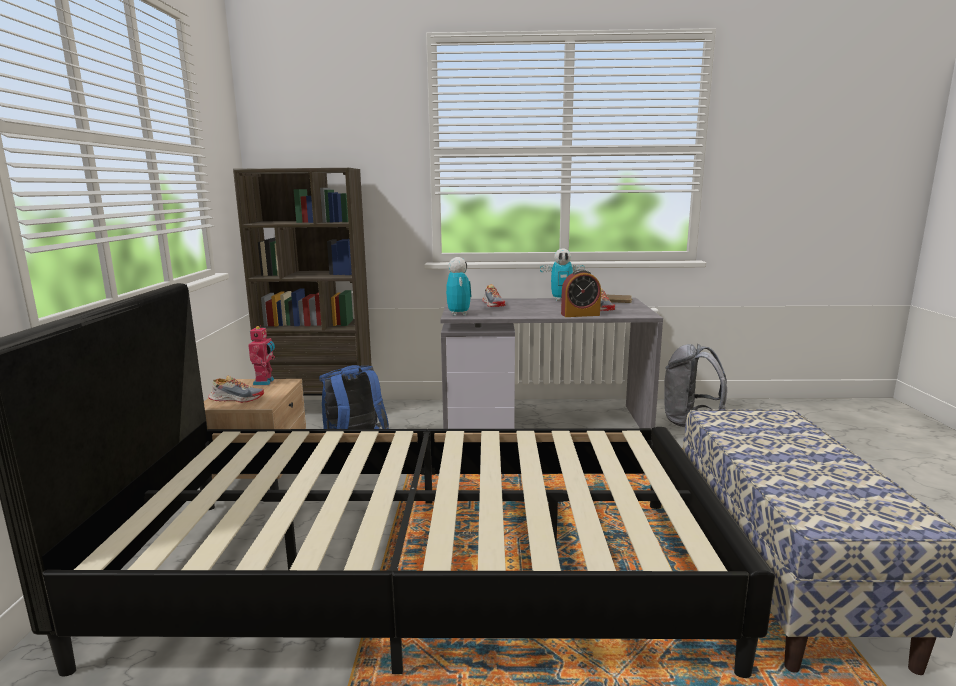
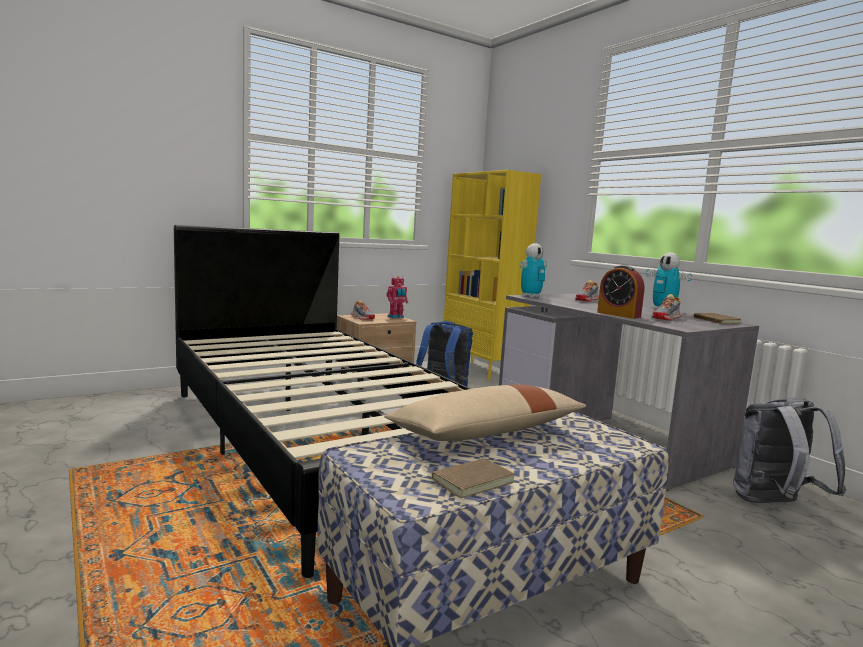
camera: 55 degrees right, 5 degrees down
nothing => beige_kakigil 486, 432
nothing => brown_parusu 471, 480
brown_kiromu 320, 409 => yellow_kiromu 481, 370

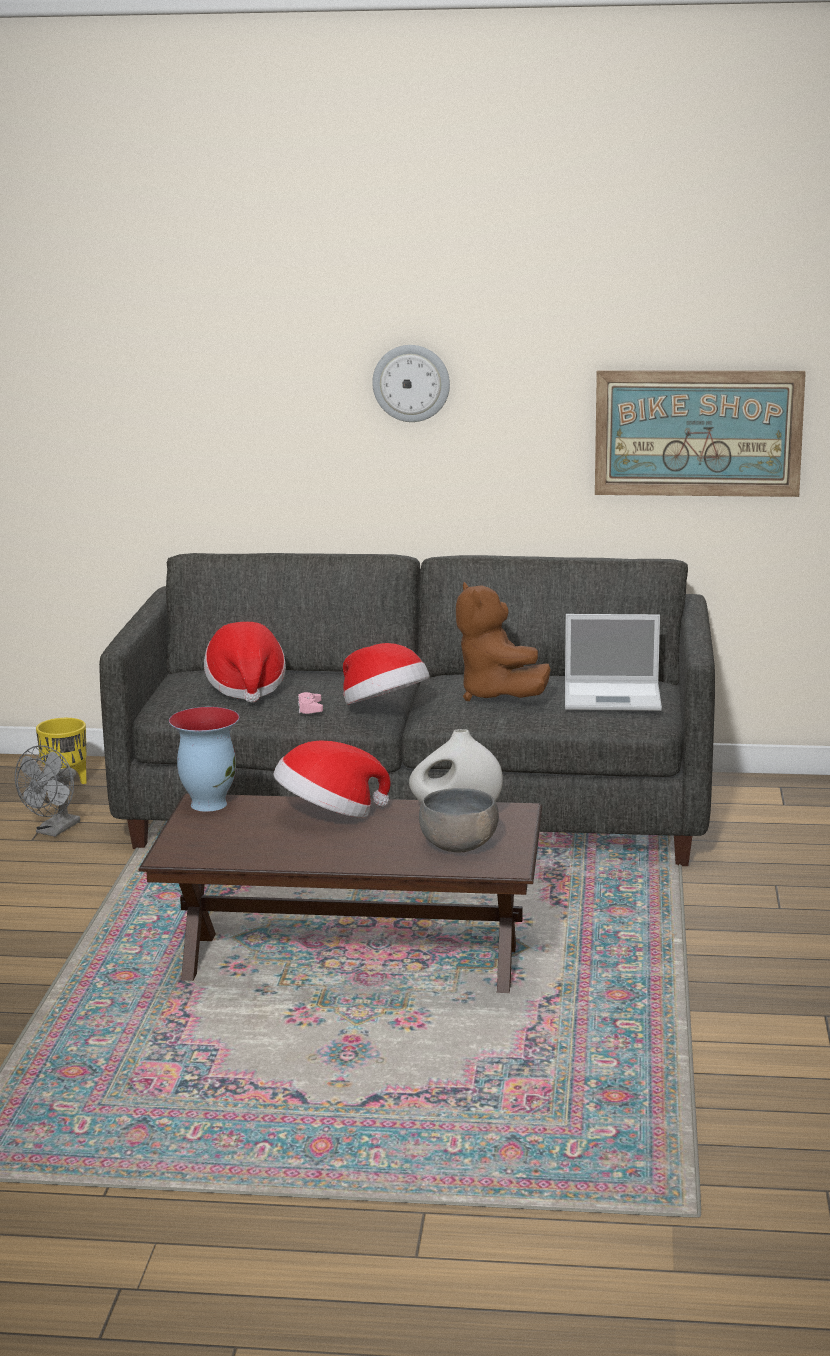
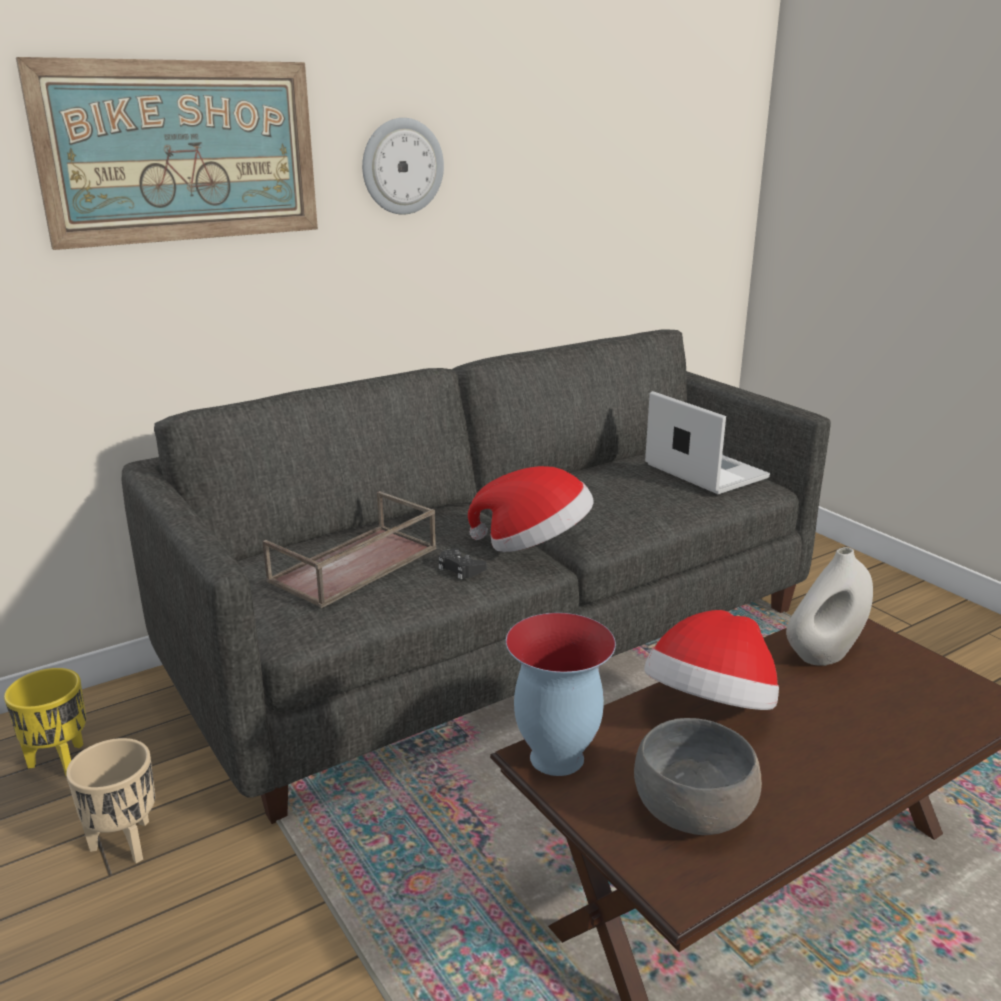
camera: 40 degrees left, 5 degrees up
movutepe 698, 433 => movutepe 181, 152, relocated
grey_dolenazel 54, 830 => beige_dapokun 126, 842
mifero 246, 688 => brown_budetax 354, 566
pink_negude 310, 708 => black_negude 460, 568
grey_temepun 458, 846 => grey_temepun 693, 812, relocated
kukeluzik 614, 697 => kukeluzik 703, 471, 90 degrees counterclockwise
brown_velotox 497, 695 => nothing

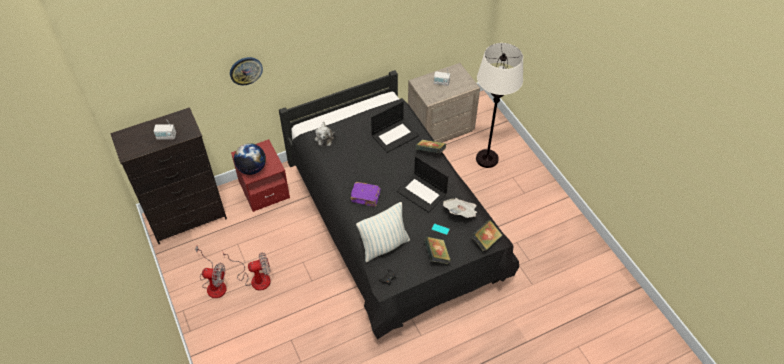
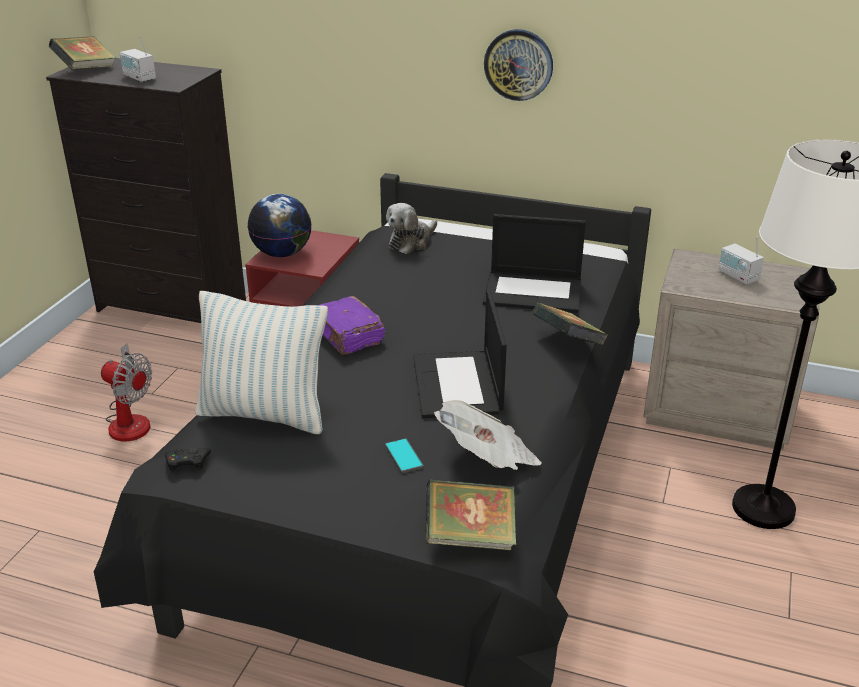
camera: 45 degrees right, 20 degrees down
parusu 436, 255 => parusu 86, 70, relocated
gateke 245, 70 => gateke 518, 64, relocated
dolenazel 214, 284 => nothing

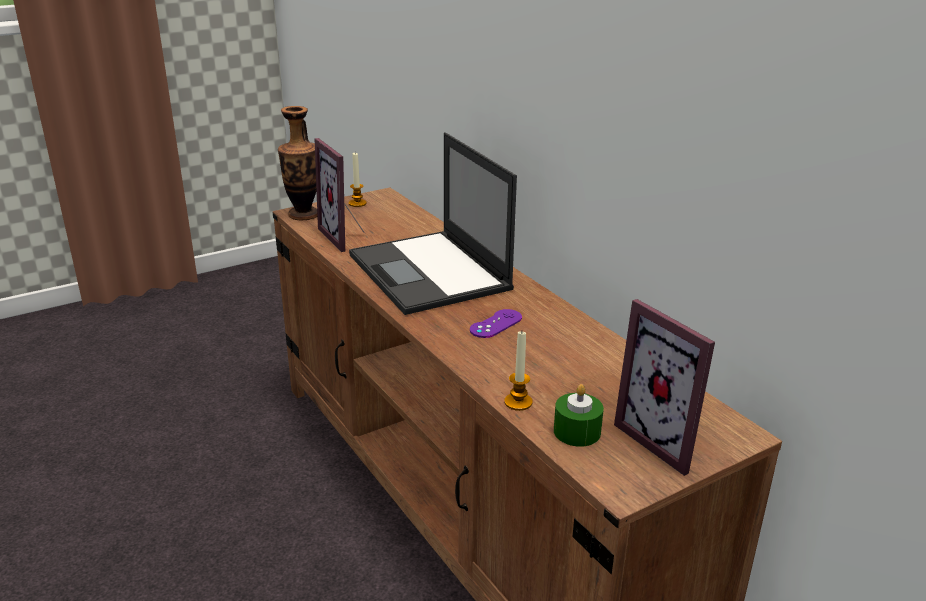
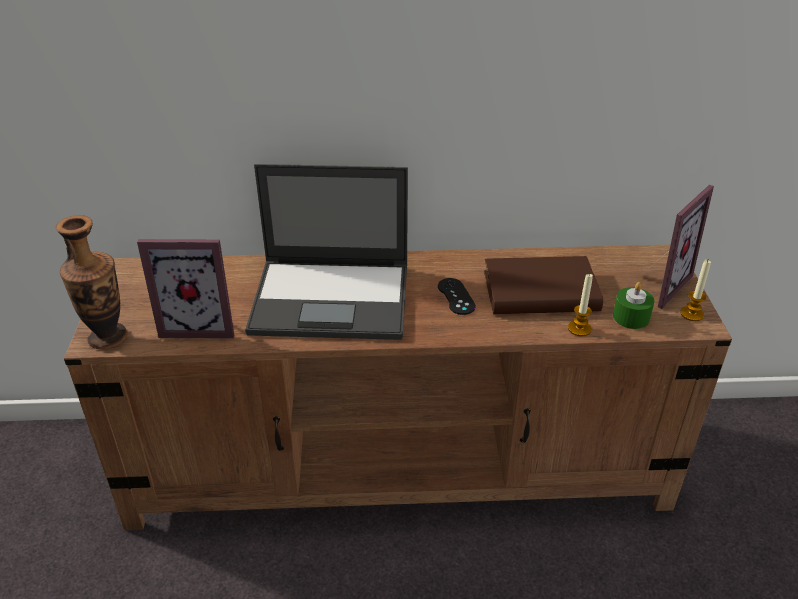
camera: 60 degrees left, 10 degrees up
purple_negude 496, 324 => black_negude 456, 296
nothing => brown_parusu 540, 292
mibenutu 667, 440 => mibenutu 658, 284, 45 degrees counterclockwise
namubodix 357, 203 => namubodix 692, 314, relocated

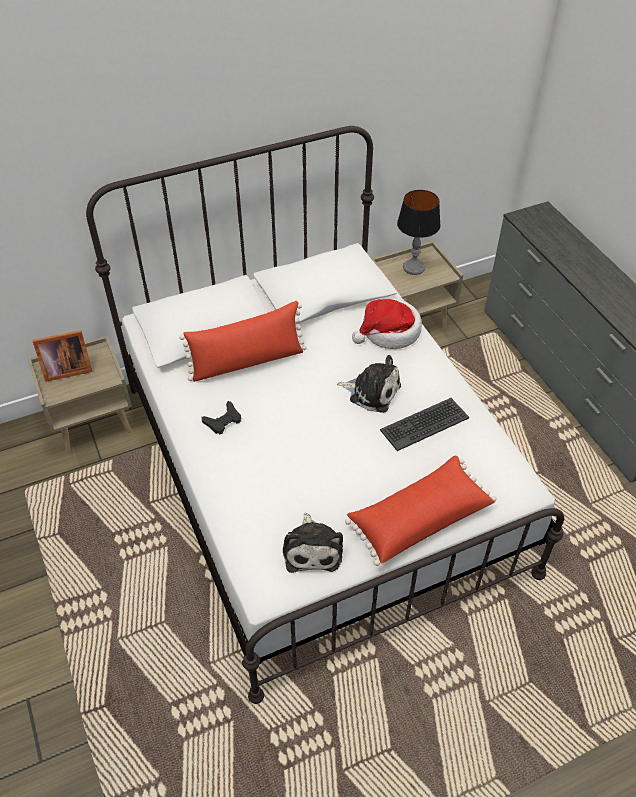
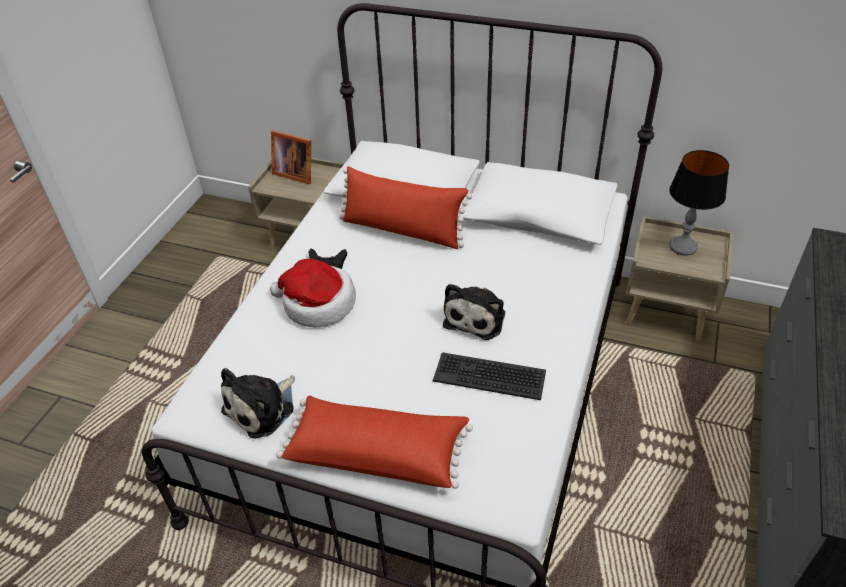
camera: 45 degrees right, 5 degrees down
mifero 389, 332 => mifero 317, 304, relocated
velotox 372, 391 => velotox 476, 317, 45 degrees clockwise

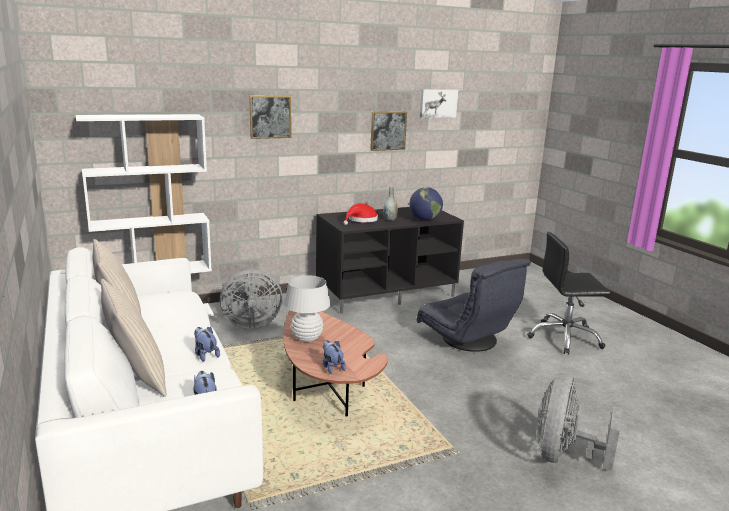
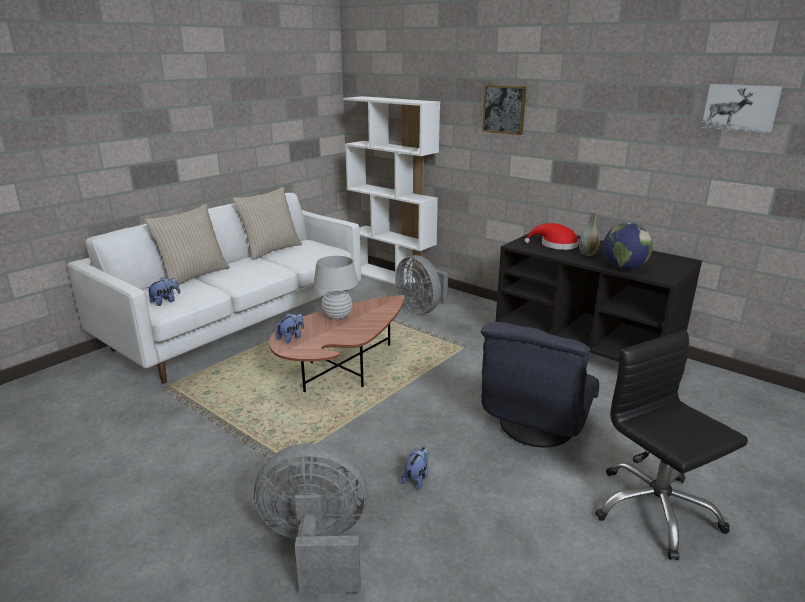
camera: 65 degrees right, 5 degrees up
velotox 205, 355 => velotox 417, 478, relocated
movutepe 388, 130 => nothing

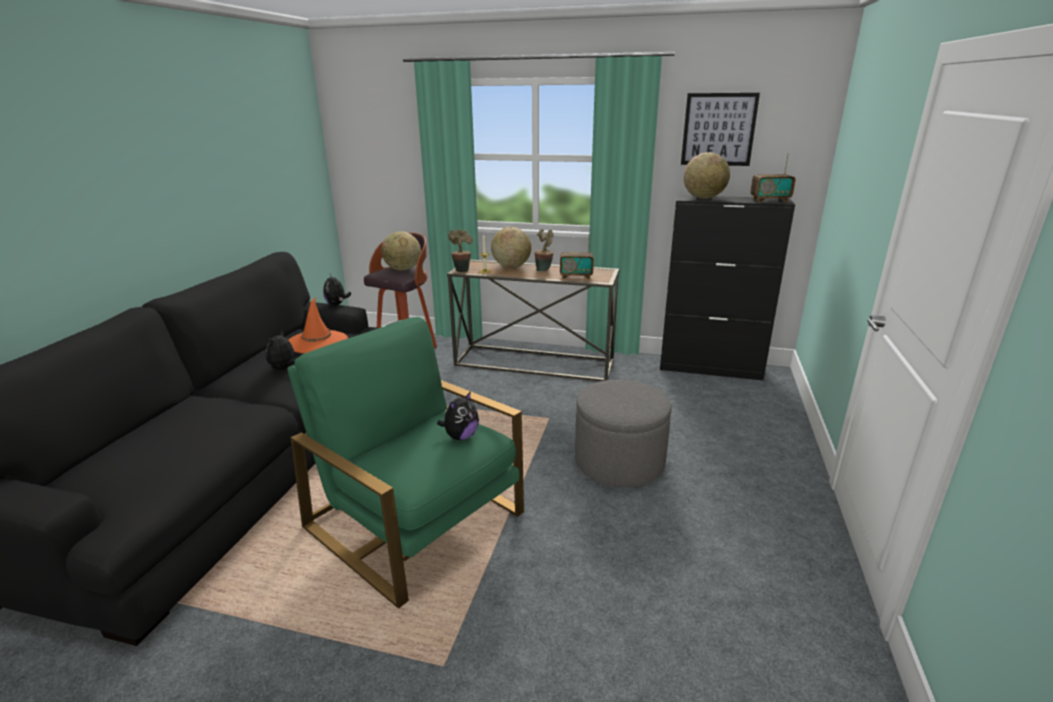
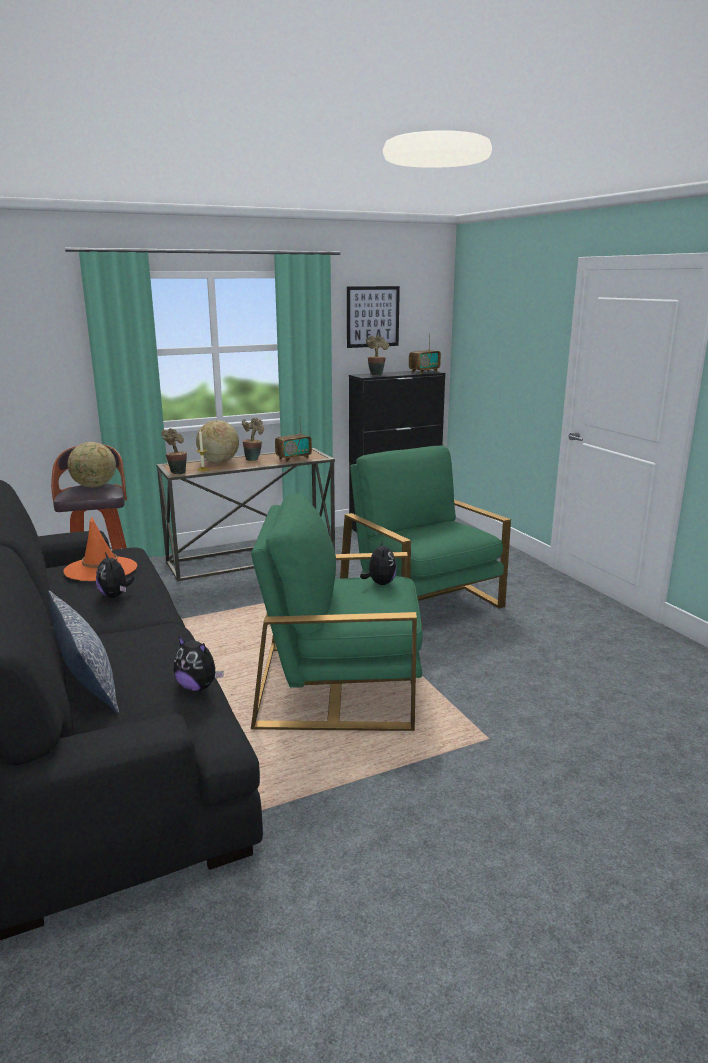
camera: 40 degrees left, 5 degrees down
nothing => kakigil 86, 678
velotox 337, 305 => velotox 198, 687, relocated
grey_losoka 619, 462 => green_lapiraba 422, 598
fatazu 704, 198 => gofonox 376, 374

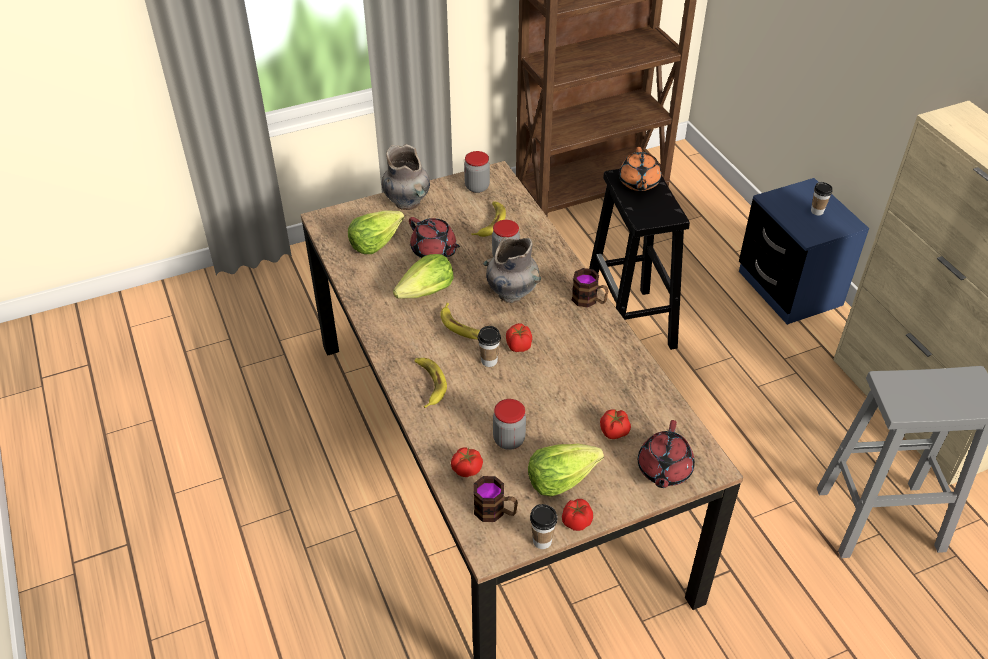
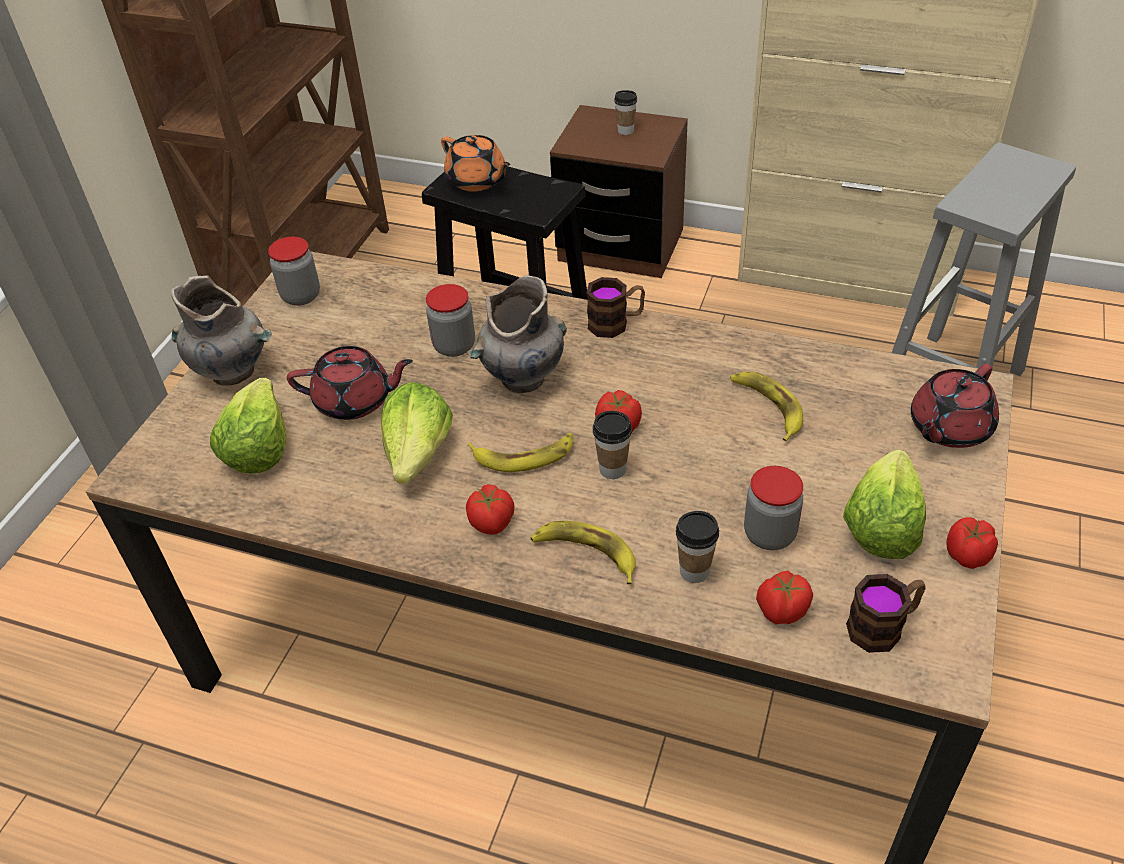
camera: 45 degrees left, 0 degrees up
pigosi 614, 432 => pigosi 492, 522, relocated
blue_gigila 789, 288 => brown_gigila 620, 246
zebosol 542, 541 => zebosol 694, 571, relocated
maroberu 490, 222 => maroberu 767, 407, relocated
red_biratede 663, 470 => red_biratede 948, 428, 75 degrees clockwise

